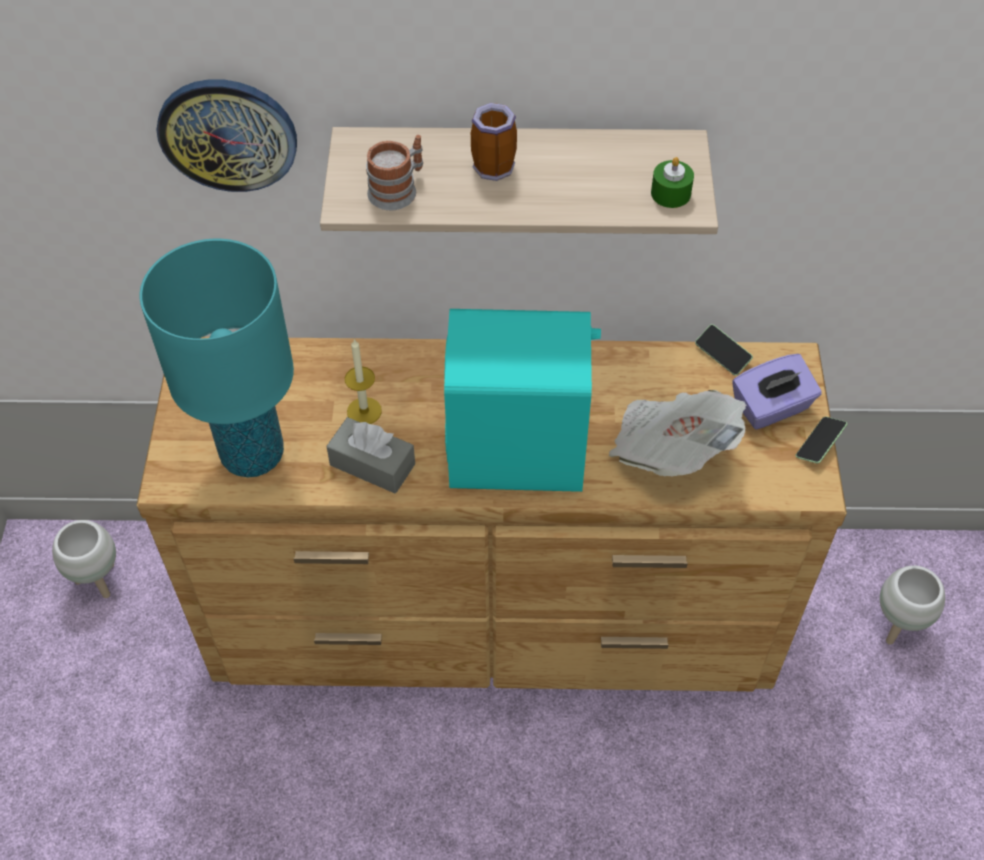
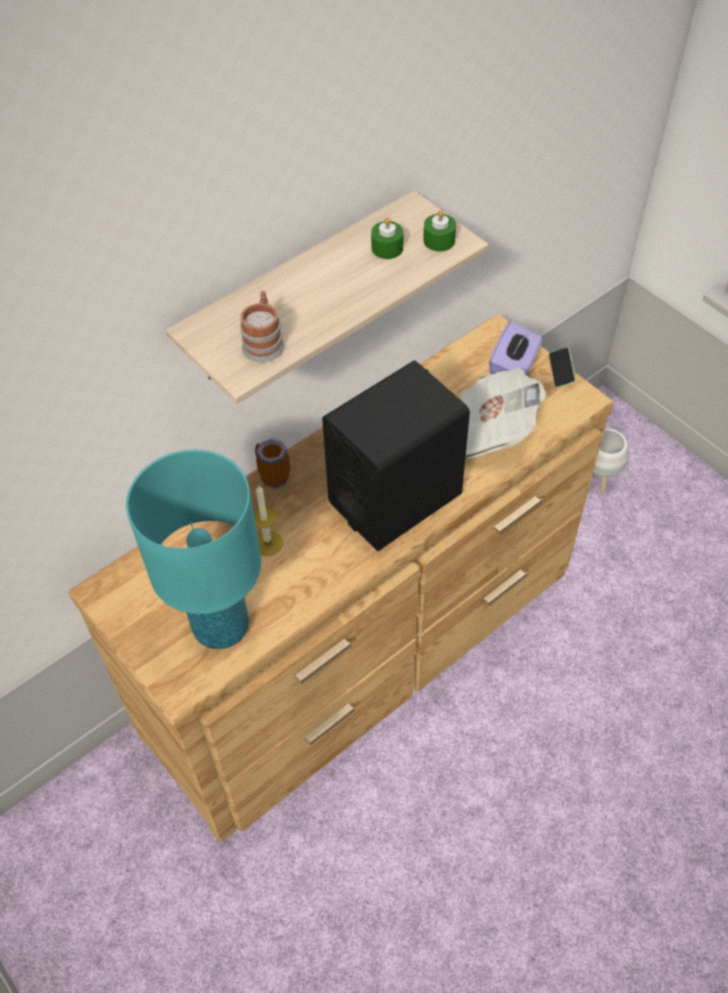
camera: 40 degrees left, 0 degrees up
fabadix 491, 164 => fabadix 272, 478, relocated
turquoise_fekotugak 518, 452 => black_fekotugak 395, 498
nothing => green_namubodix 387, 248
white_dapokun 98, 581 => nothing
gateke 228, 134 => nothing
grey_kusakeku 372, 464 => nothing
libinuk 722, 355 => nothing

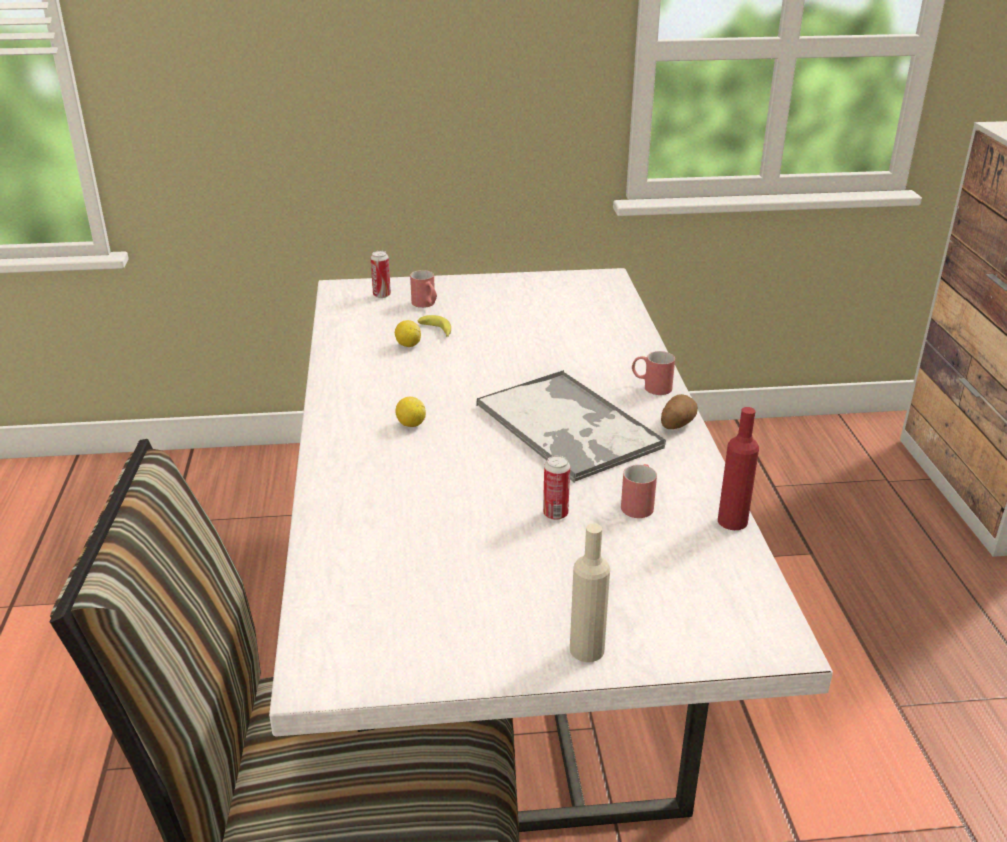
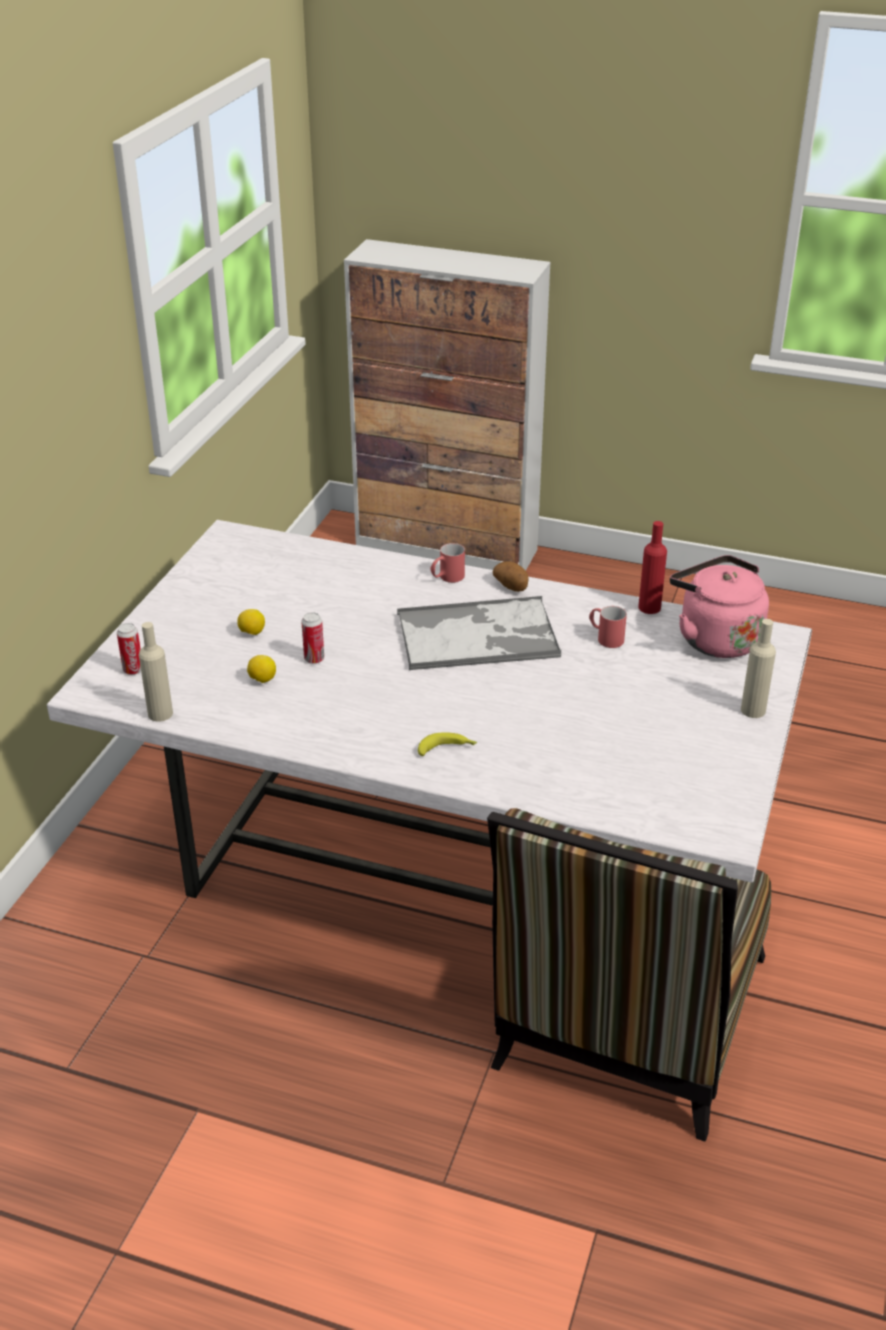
camera: 65 degrees left, 5 degrees up
nothing => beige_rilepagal 160, 713
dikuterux 411, 424 => dikuterux 252, 633, relocated
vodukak 555, 514 => vodukak 314, 659, relocated
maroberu 438, 331 => maroberu 447, 749, relocated
nothing => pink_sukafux 715, 638
red_fabadix 426, 305 => nothing

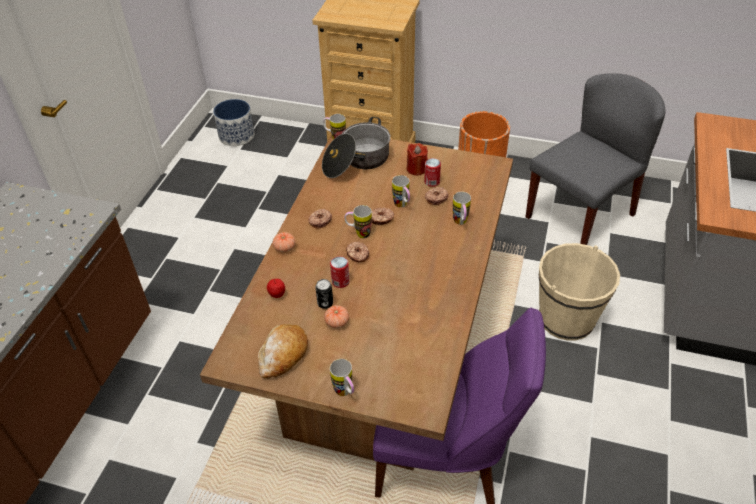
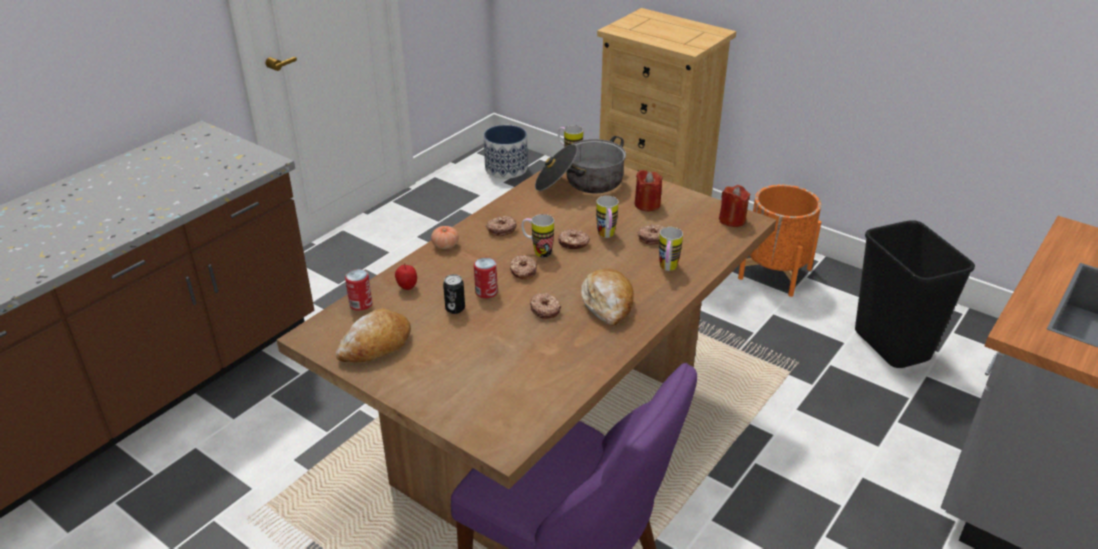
camera: 20 degrees right, 10 degrees down
vodukak 432, 182 => vodukak 360, 304, relocated
nothing => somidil 545, 309
nothing => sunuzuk 608, 303
nothing => red_namubodix 732, 220
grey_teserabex 580, 215 => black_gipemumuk 893, 345
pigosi 337, 322 => nothing
fabadix 345, 393 => nothing
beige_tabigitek 566, 319 => nothing

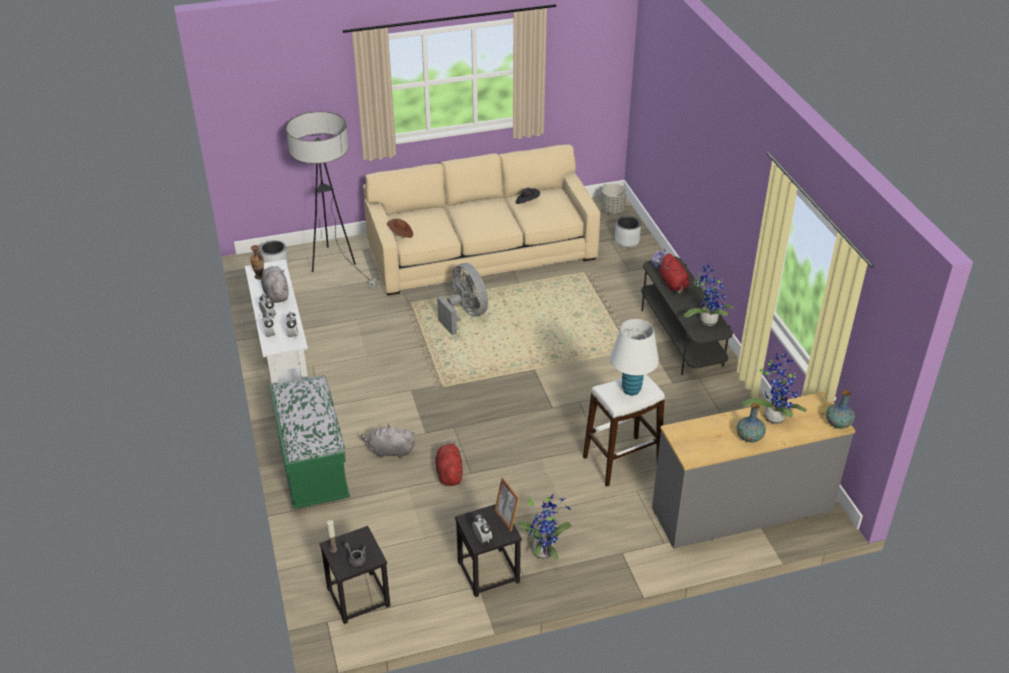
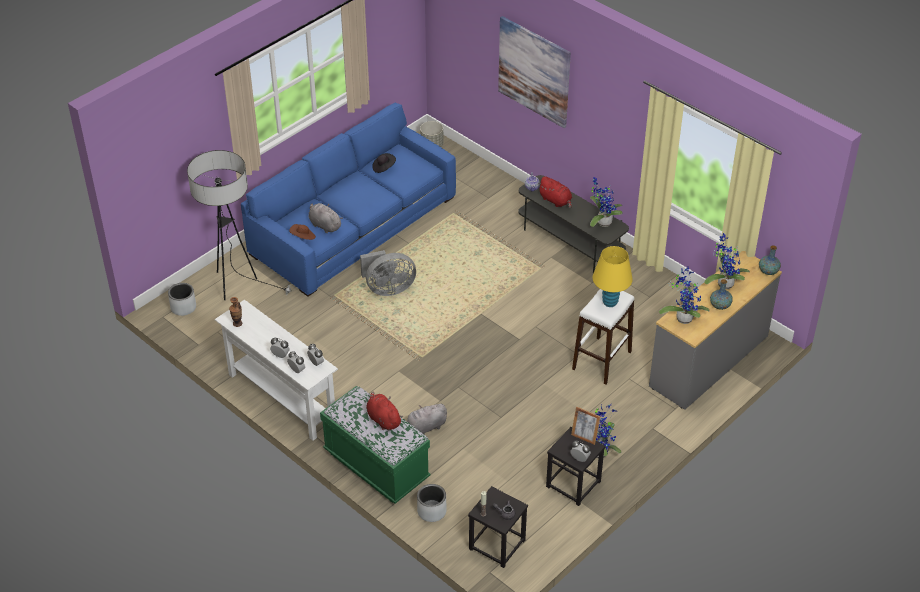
camera: 30 degrees left, 5 degrees up
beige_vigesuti 482, 251 => blue_vigesuti 354, 225
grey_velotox 276, 293 => grey_velotox 324, 225, relocated
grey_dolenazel 465, 315 => grey_dolenazel 388, 288, 135 degrees clockwise
red_velotox 449, 473 => red_velotox 383, 419, relocated
grey_dapokun 626, 240 => grey_dapokun 431, 511, relocated
nothing => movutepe 534, 71
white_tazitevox 631, 390 => yellow_tazitevox 610, 302
nothing => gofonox 683, 317

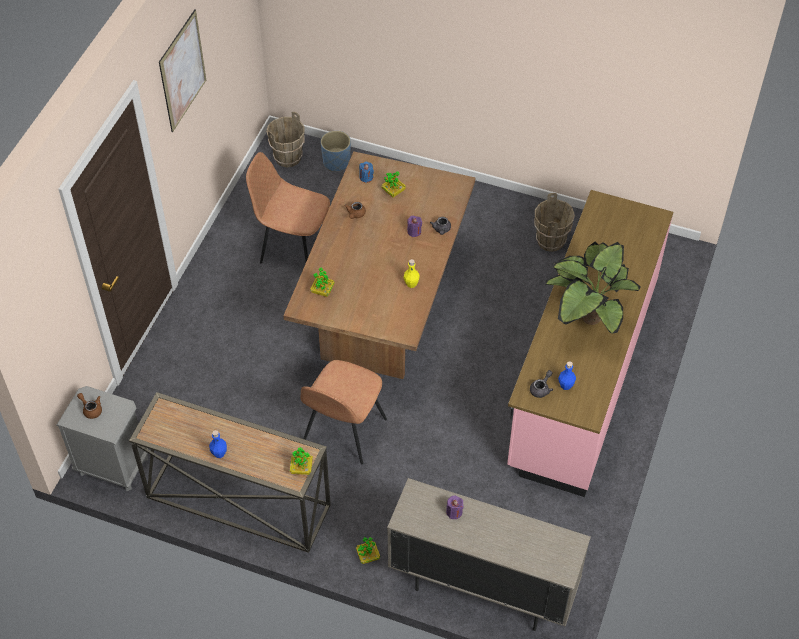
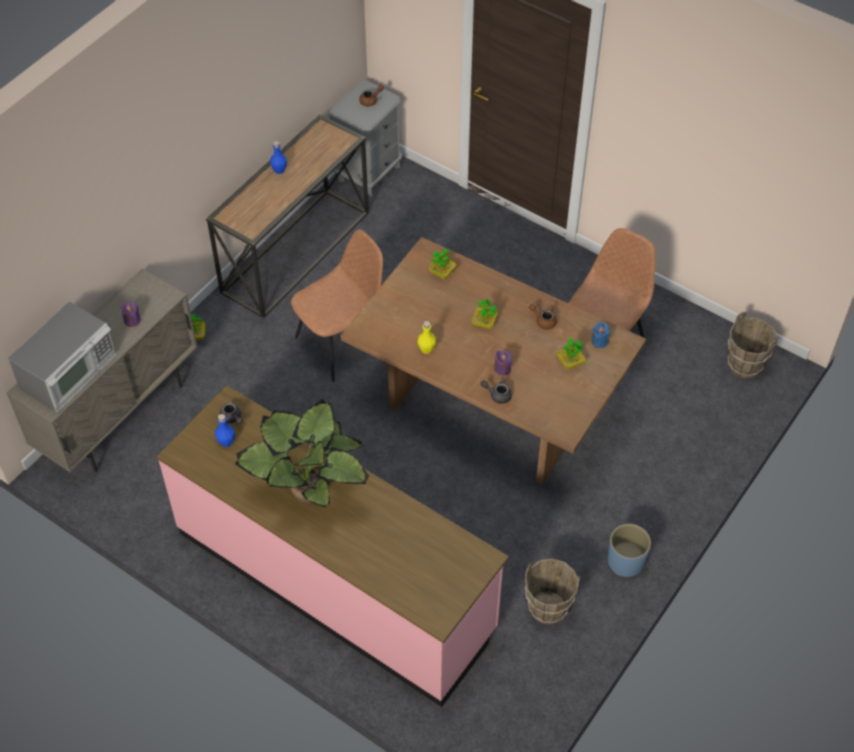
camera: 105 degrees right, 0 degrees up
nothing => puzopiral 70, 372
brown_teserabex 343, 432 => brown_teserabex 341, 344, 105 degrees clockwise
gofonox 301, 468 => gofonox 484, 323, relocated
blue_dapokun 336, 162 => blue_dapokun 626, 562, relocated
movutepe 182, 71 => nothing

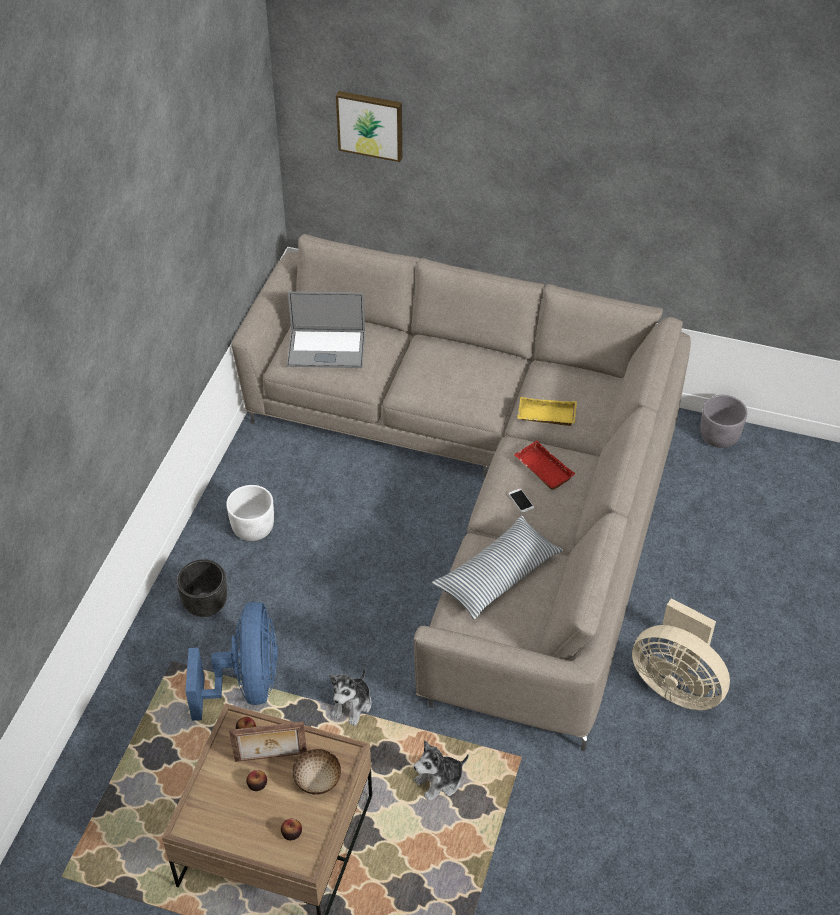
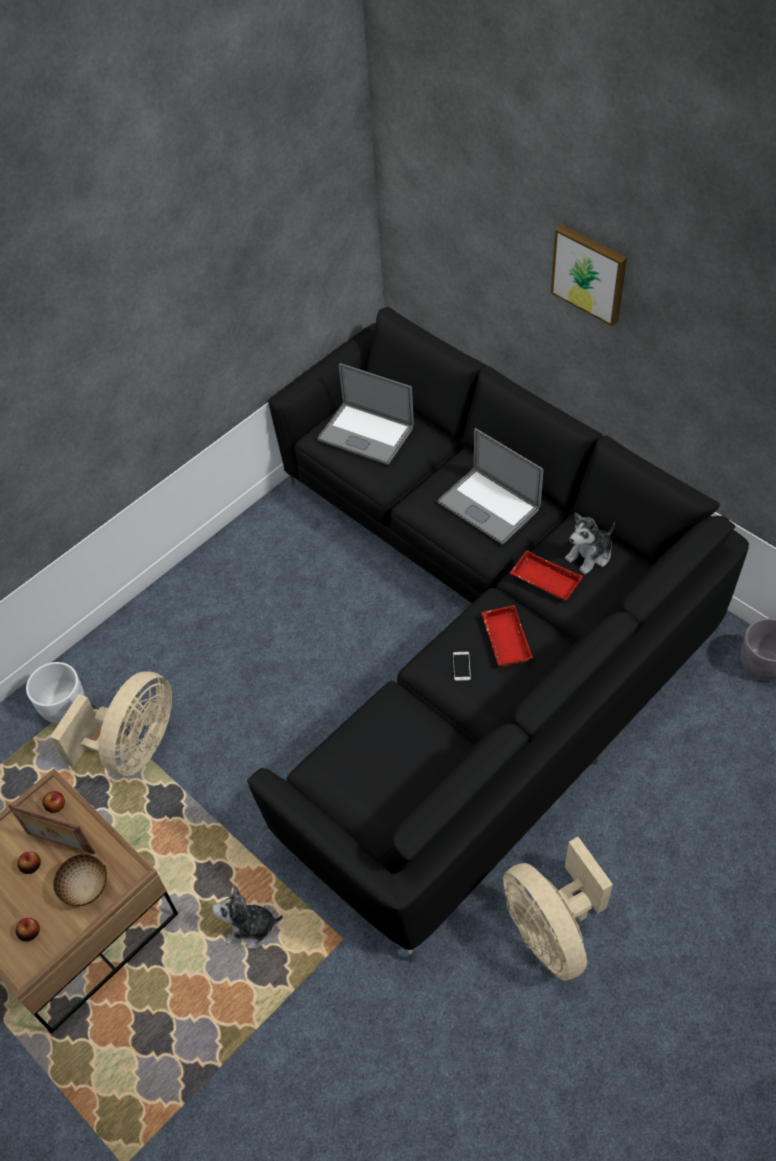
camera: 30 degrees right, 5 degrees up
white_dapokun 252, 528 => white_dapokun 63, 706, relocated
blue_dolenazel 246, 685 => beige_dolenazel 134, 748
beige_vigesuti 487, 489 => black_vigesuti 477, 633
nothing => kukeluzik 488, 505
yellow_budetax 545, 416 => red_budetax 543, 580
movutepe 370, 124 => movutepe 590, 273, relocated
velotox 352, 705 => velotox 590, 555, relocated
black_dapokun 206, 606 => nothing
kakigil 497, 575 => nothing

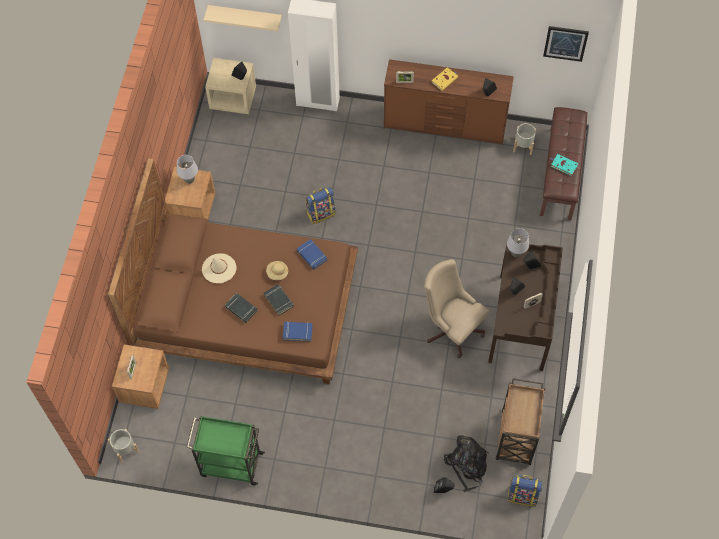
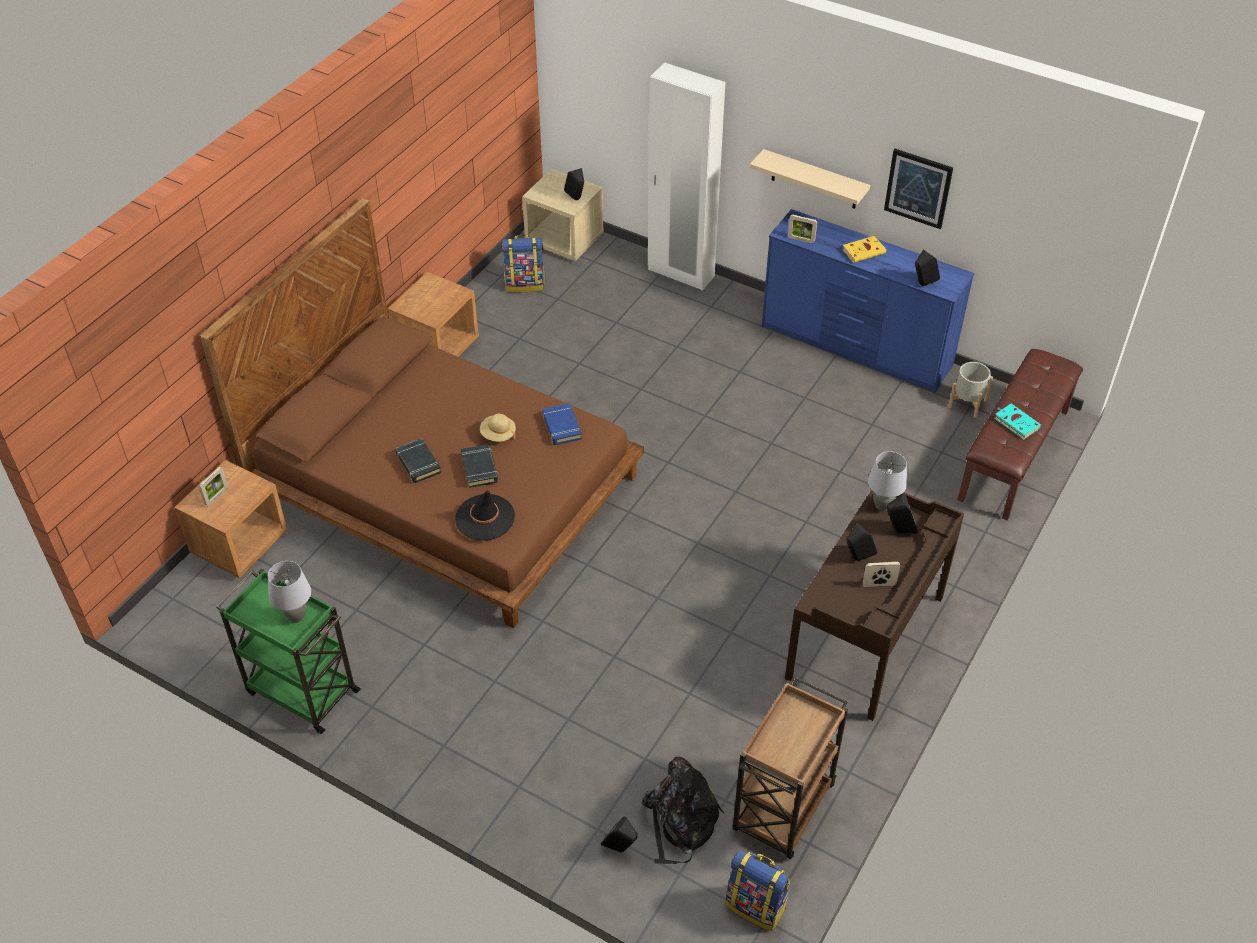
camera: 20 degrees right, 15 degrees down
grey_tazitevox 189, 180 => grey_tazitevox 296, 616, relocated
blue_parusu 297, 332 => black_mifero 485, 518
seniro 320, 213 => seniro 525, 284, relocated
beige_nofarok 245, 16 => beige_nofarok 814, 180, relocated
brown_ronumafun 445, 125 => blue_ronumafun 856, 347
movutepe 565, 43 => movutepe 918, 188, relocated
grey_dapokun 125, 449 => nothing
beige_mifero 219, 268 => nothing
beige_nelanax 451, 327 => nothing

